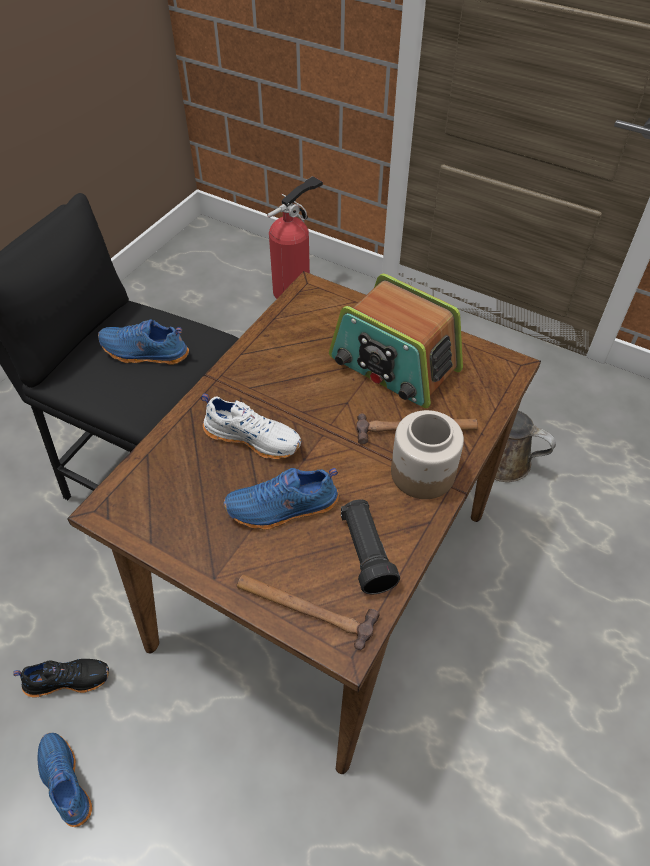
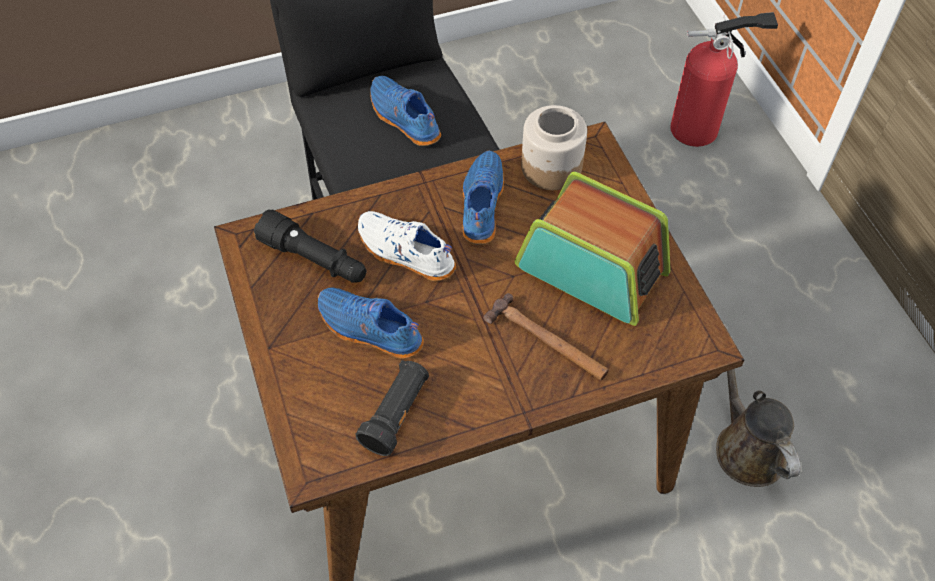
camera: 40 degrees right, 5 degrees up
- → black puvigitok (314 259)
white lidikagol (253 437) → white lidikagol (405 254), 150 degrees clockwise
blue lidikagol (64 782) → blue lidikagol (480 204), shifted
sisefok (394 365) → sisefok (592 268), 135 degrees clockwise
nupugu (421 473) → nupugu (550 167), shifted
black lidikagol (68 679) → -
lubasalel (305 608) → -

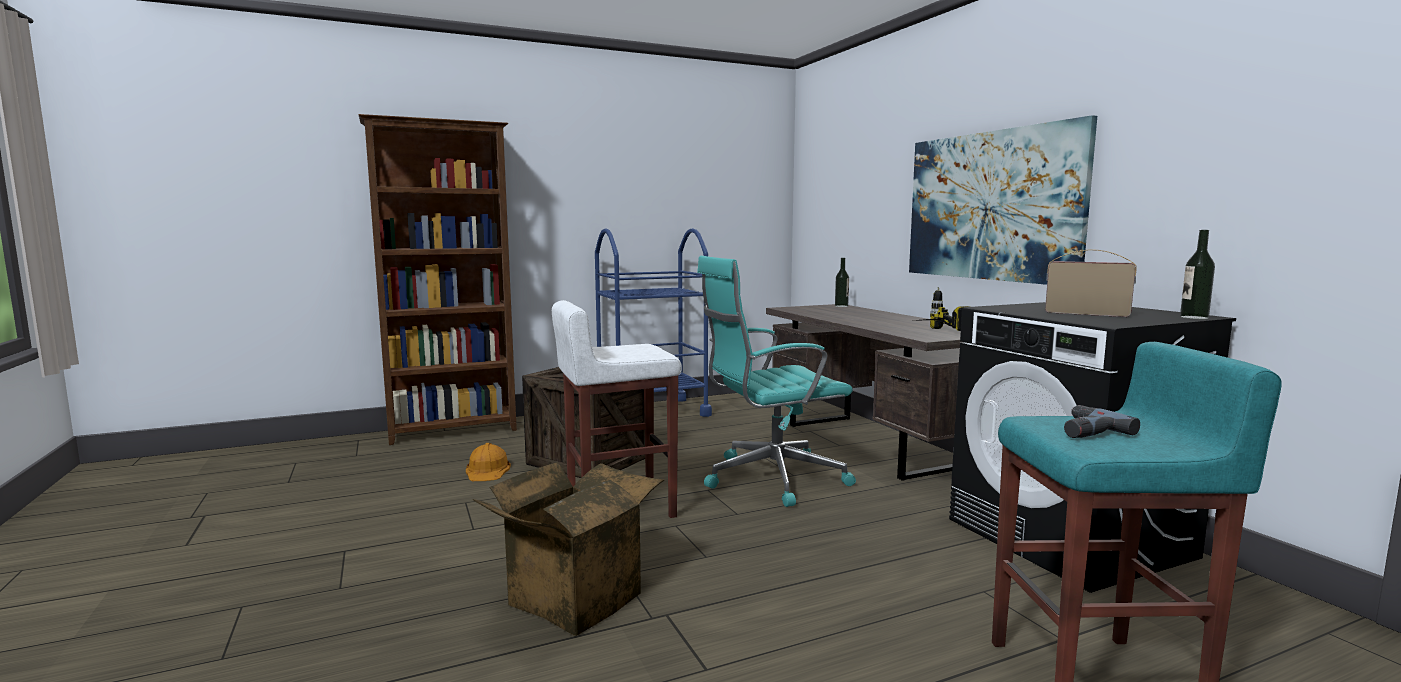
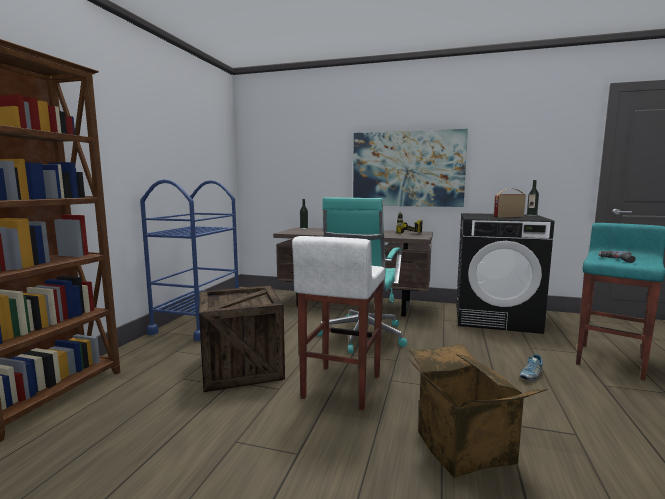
camera: 50 degrees left, 0 degrees up
- → lidikagol (531 375)
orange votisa (488 470) → -

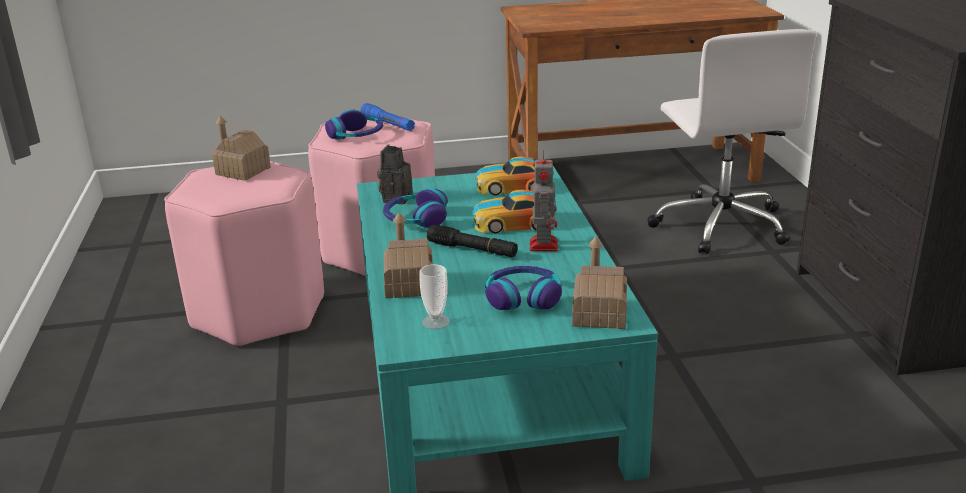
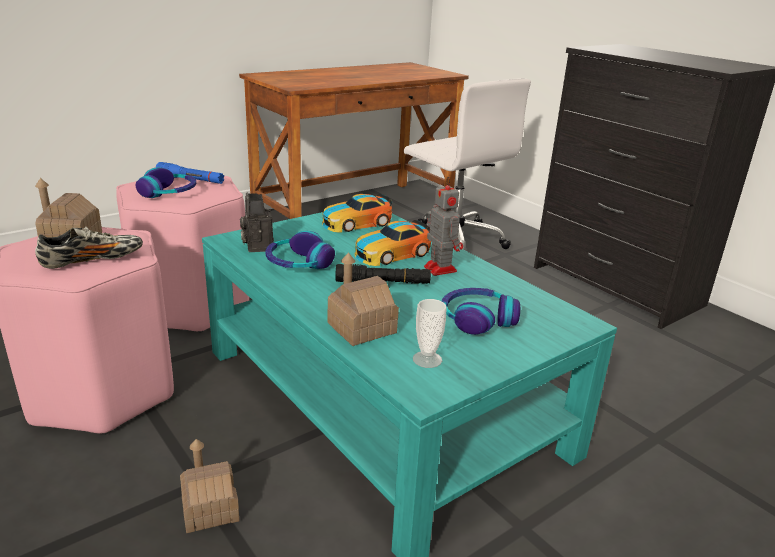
camera: 30 degrees left, 0 degrees up
- → lidikagol (93 261)
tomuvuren (599 314) → tomuvuren (210 508), shifted

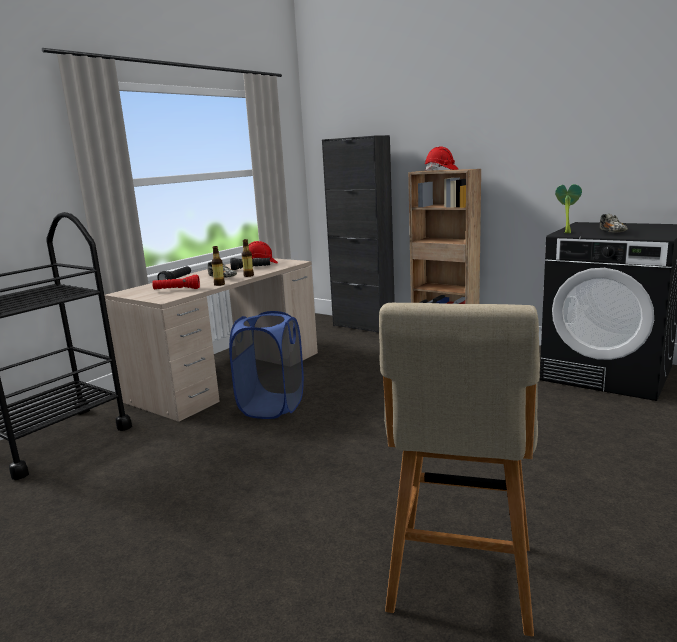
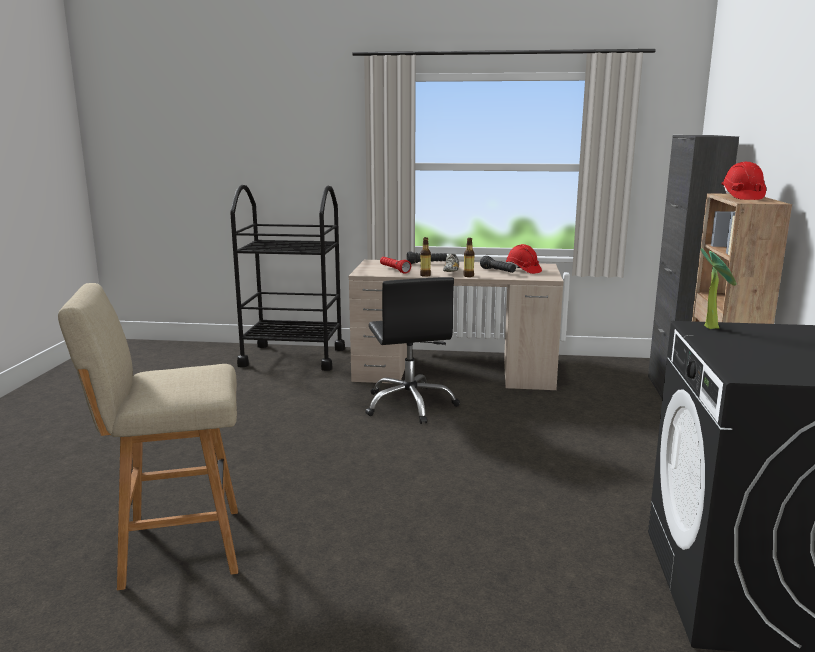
camera: 60 degrees right, 0 degrees up
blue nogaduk (272 406) → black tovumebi (410 404)
lidikagol (612 233) → -

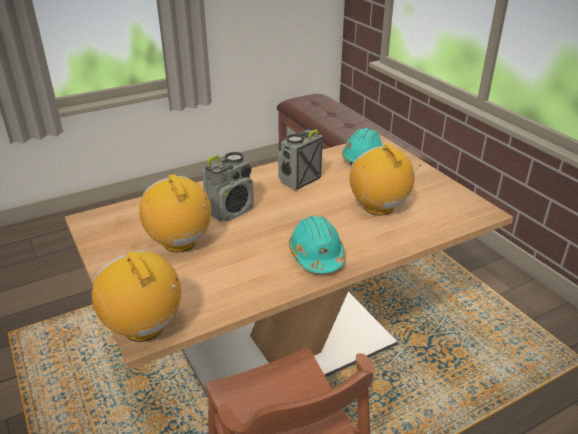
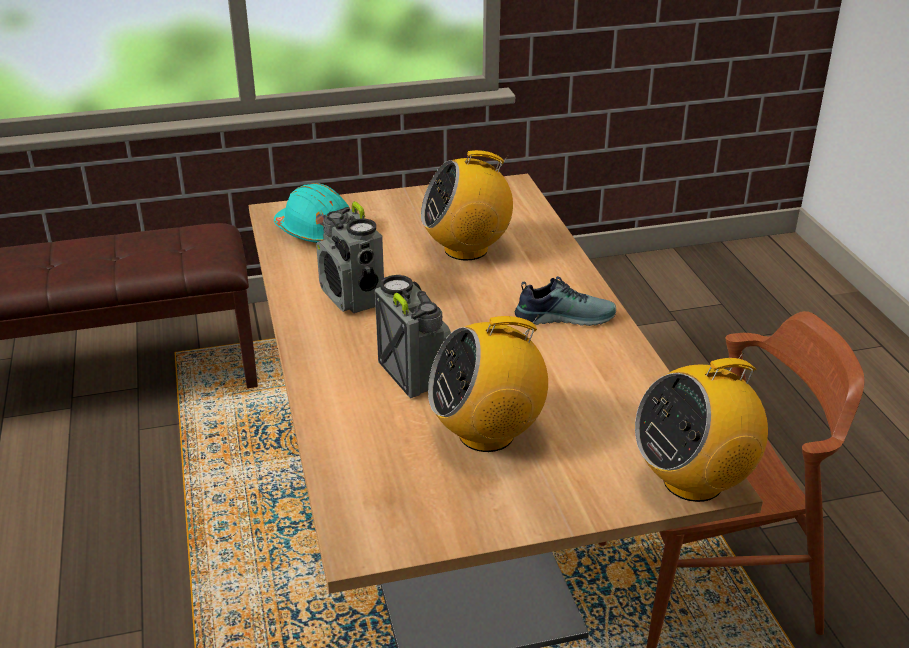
camera: 75 degrees left, 0 degrees up
turquoise votisa (316 255) → lidikagol (564 316)

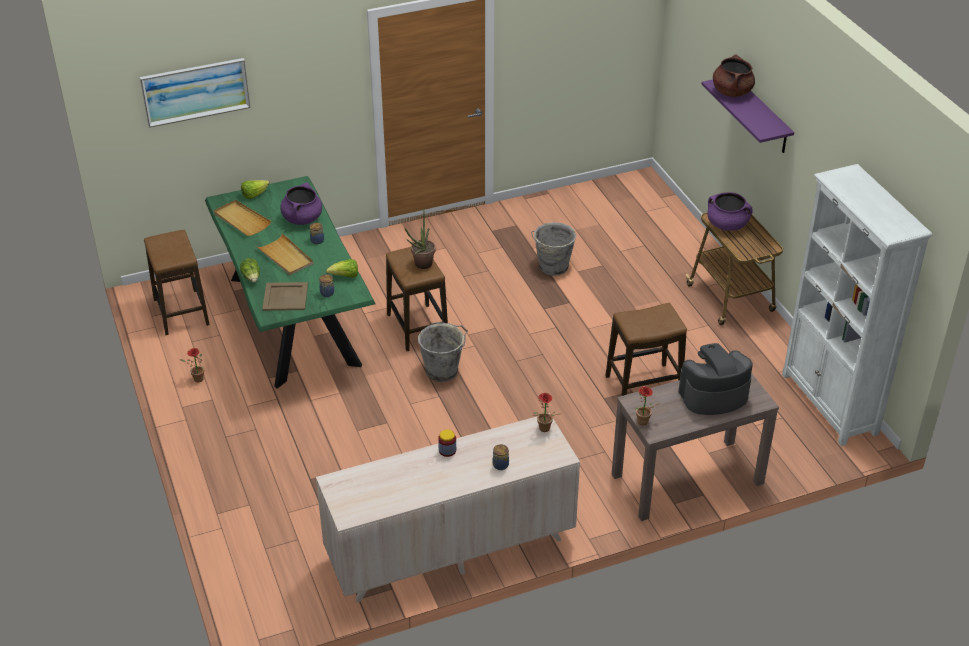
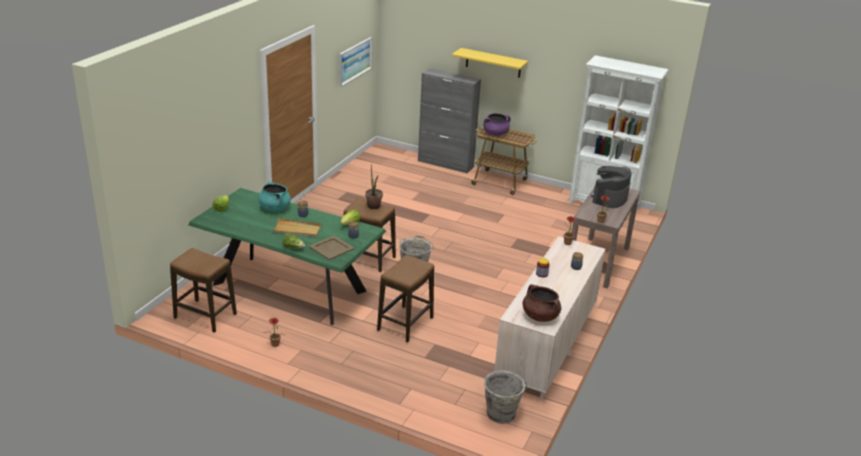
camera: 45 degrees left, 10 degrees down
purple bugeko (302 218) → turquoise bugeko (274 208)
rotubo (195 91) → rotubo (354 61), shifted
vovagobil (643 385) → vovagobil (405 324), shifted
- → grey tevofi (446 164)
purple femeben (761 115) → yellow femeben (493 63)
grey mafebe (553 267) → grey mafebe (501 415), shifted
brown bugeko (732 92) → brown bugeko (540 316), shifted
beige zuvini (241 220) → -

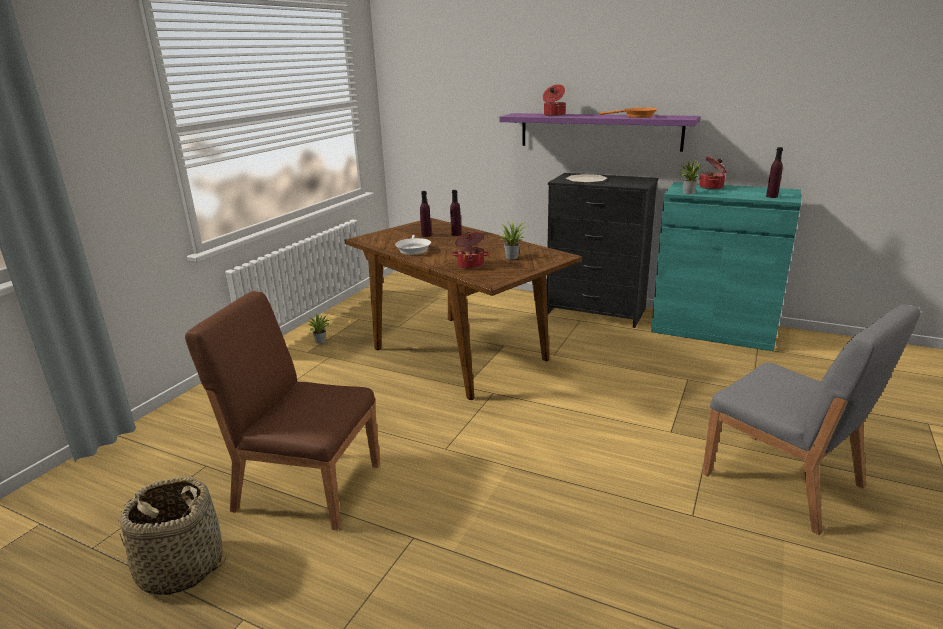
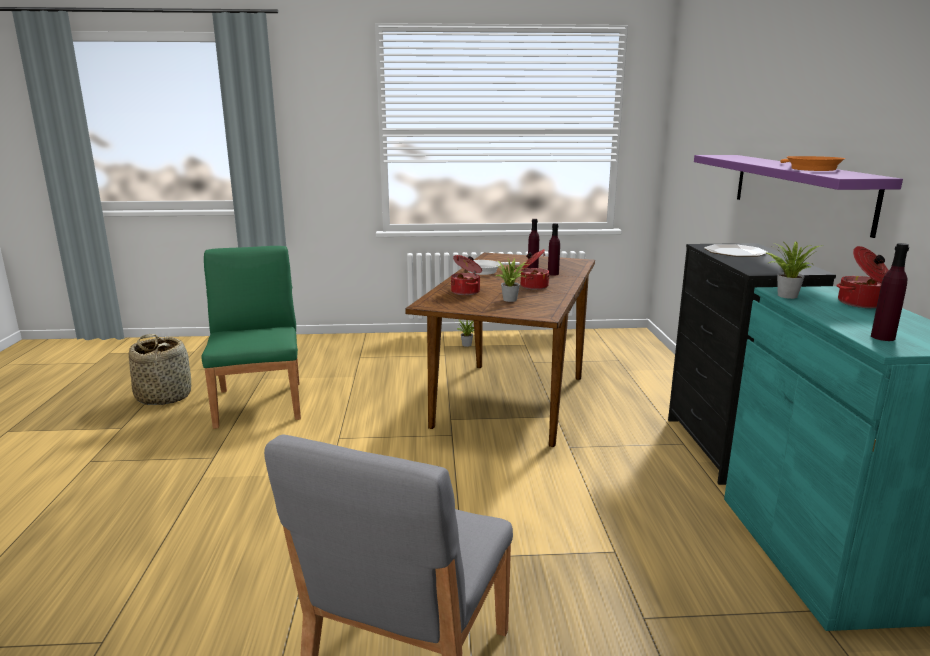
camera: 60 degrees right, 5 degrees down
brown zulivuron (307 486) → green zulivuron (260 403)
bugeko (553 115) → bugeko (533 286), shifted

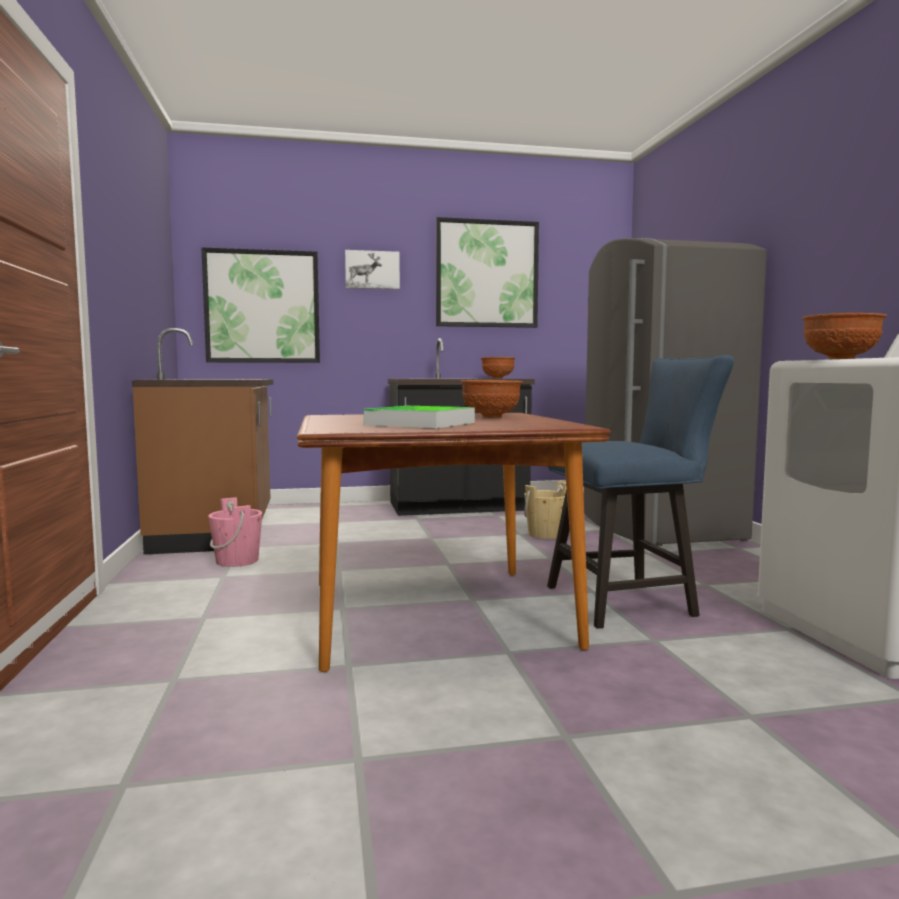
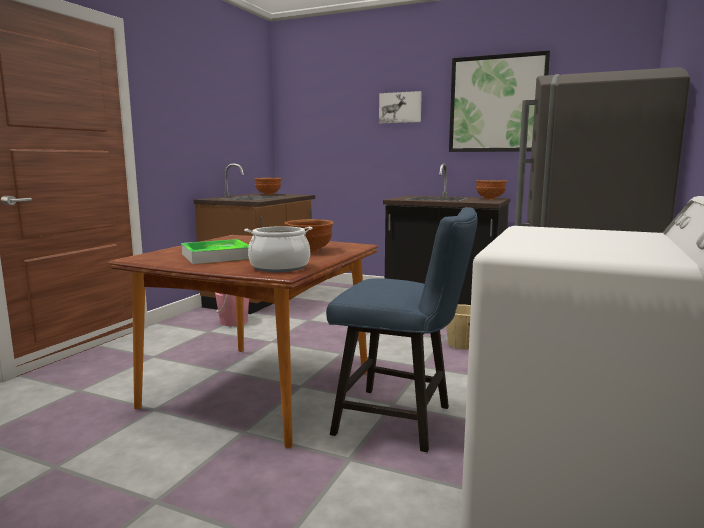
camera: 35 degrees right, 5 degrees up
- → bugeko (280 267)
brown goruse (841 359) → brown goruse (268 194), shifted
rotubo (262 307) → -

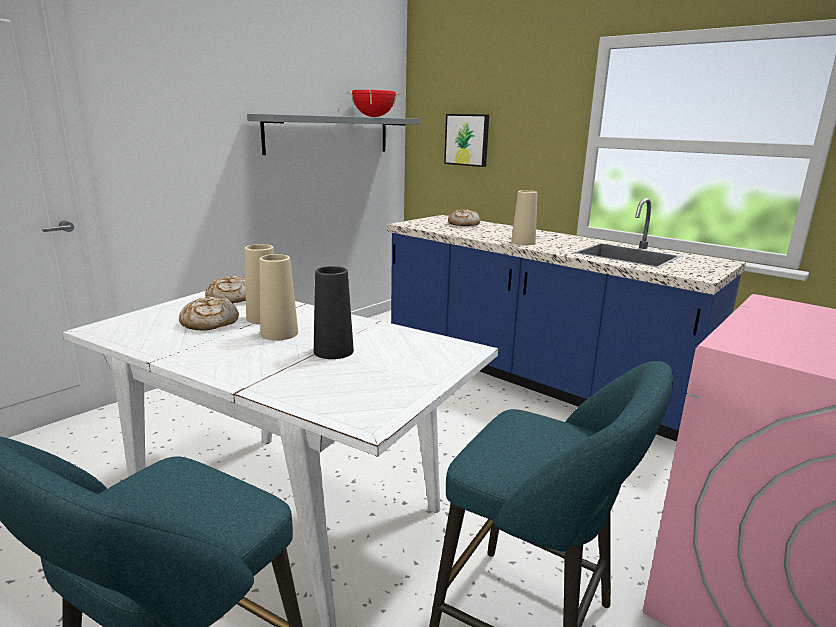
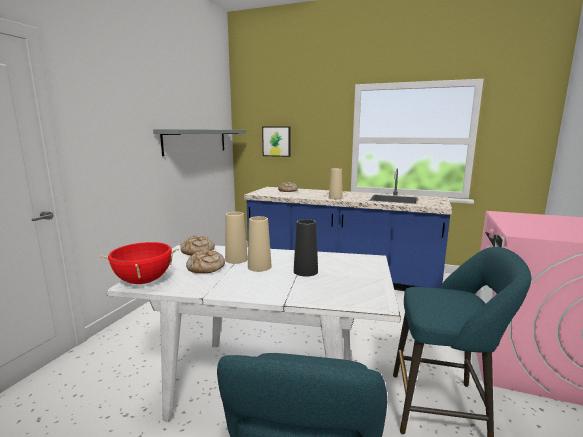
camera: 20 degrees left, 5 degrees down
red bugeko (374 117) → red bugeko (143 281), shifted

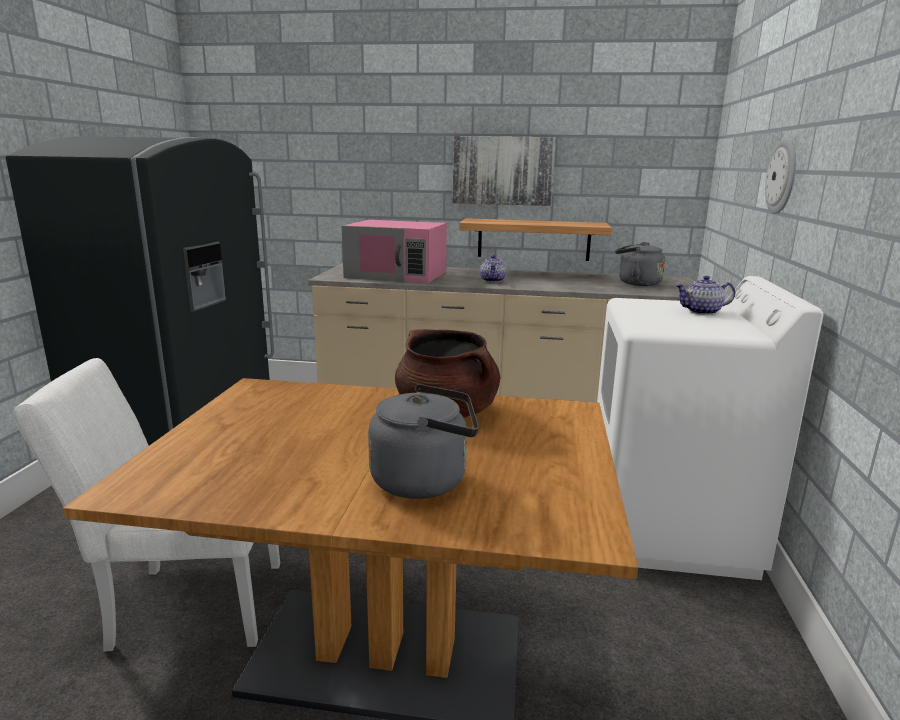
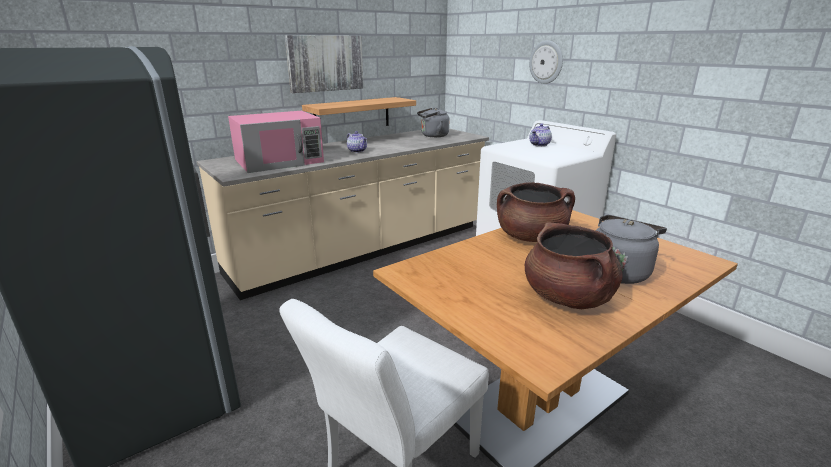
camera: 45 degrees left, 5 degrees up
- → brown bugeko (568 297)

